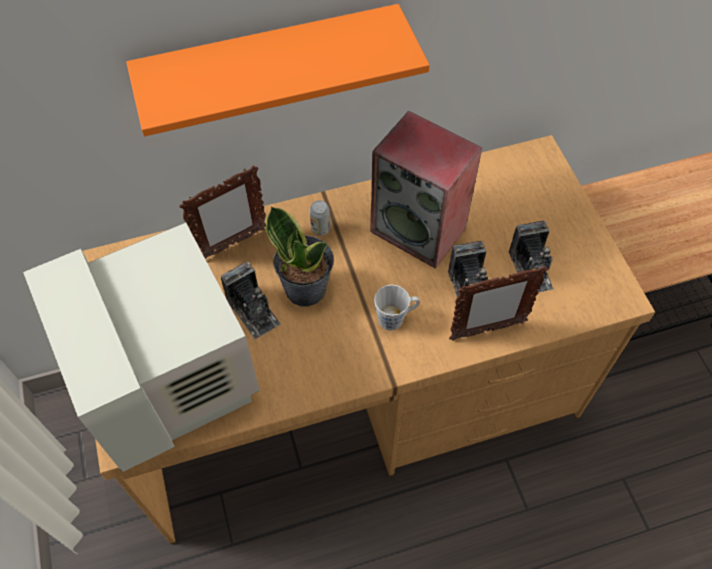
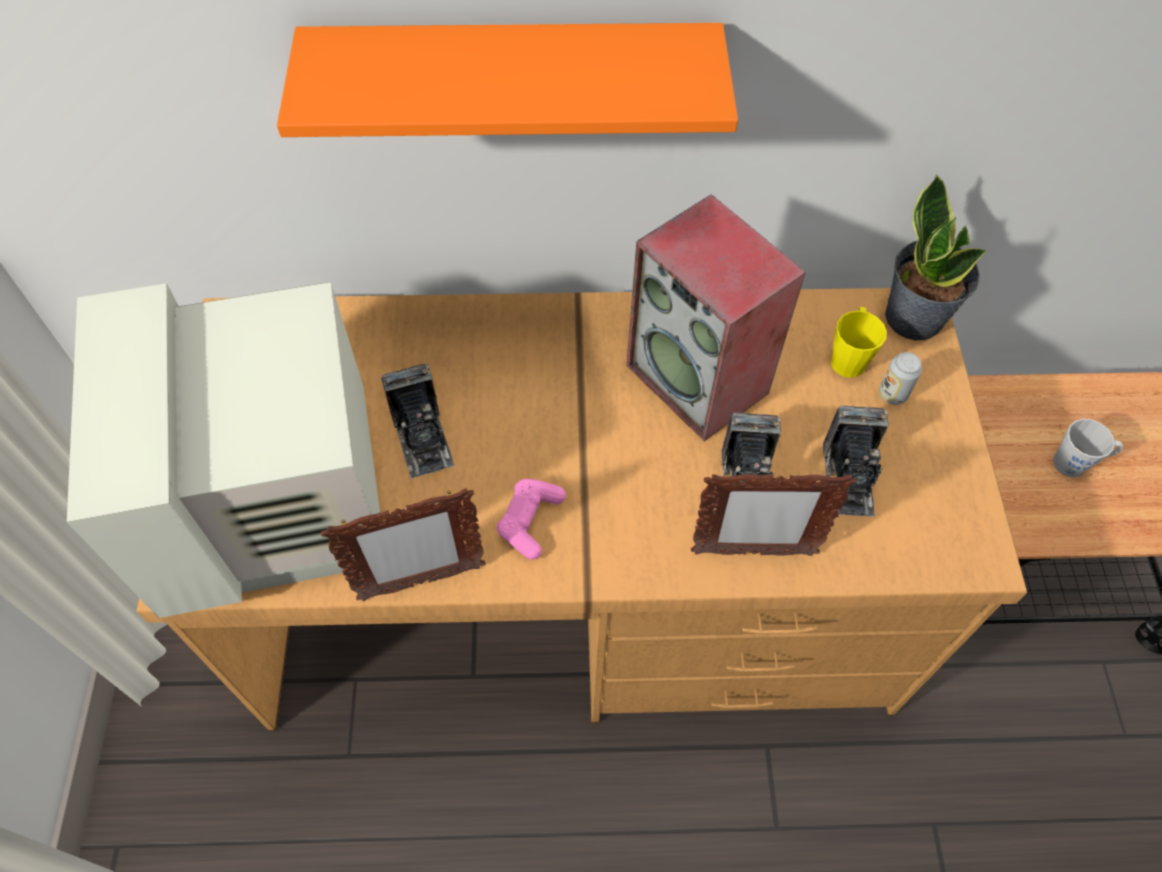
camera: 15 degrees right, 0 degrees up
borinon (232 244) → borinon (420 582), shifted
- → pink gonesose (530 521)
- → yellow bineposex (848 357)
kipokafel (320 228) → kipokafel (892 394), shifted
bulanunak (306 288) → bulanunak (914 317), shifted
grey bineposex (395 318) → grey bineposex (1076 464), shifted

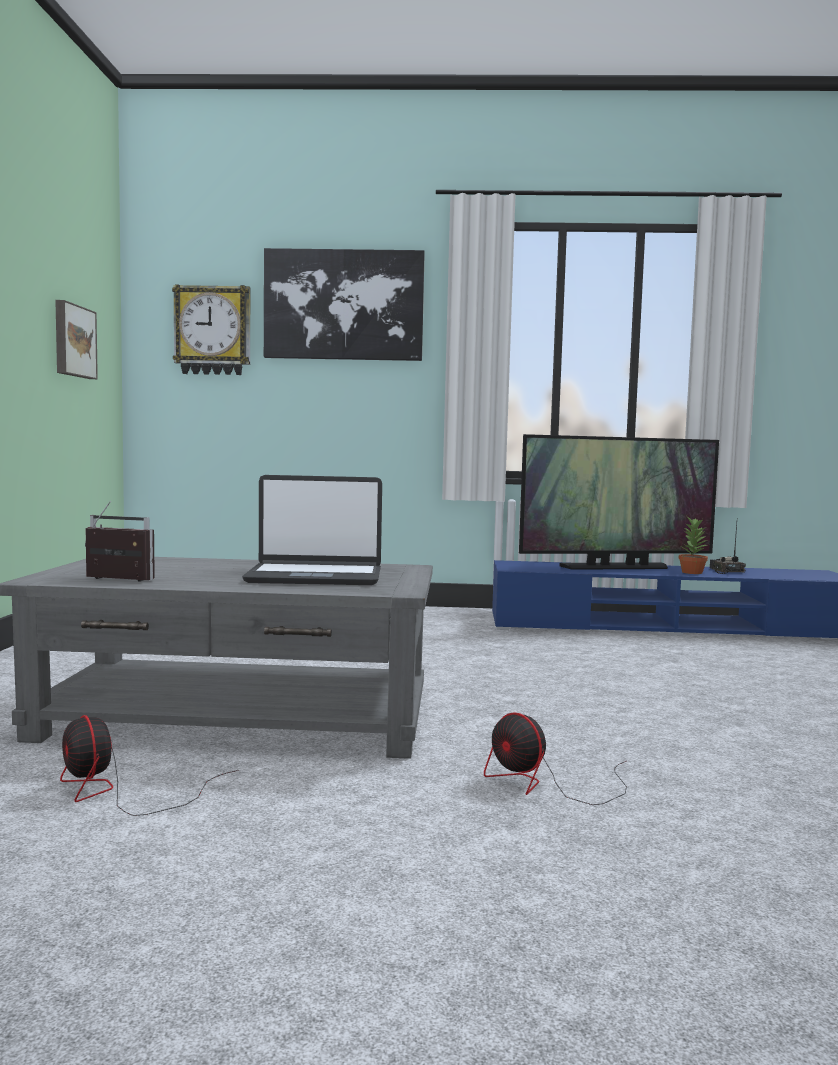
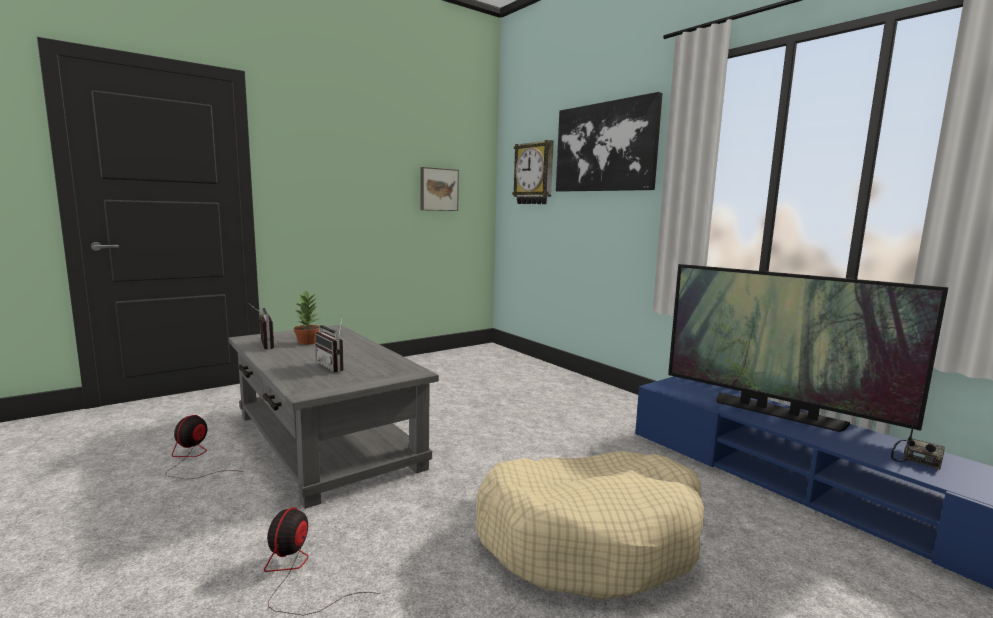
camera: 50 degrees right, 5 degrees up
bulanunak (691 572) → bulanunak (308 342), shifted
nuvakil (315 576) → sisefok (335 366)
- → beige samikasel (591 539)

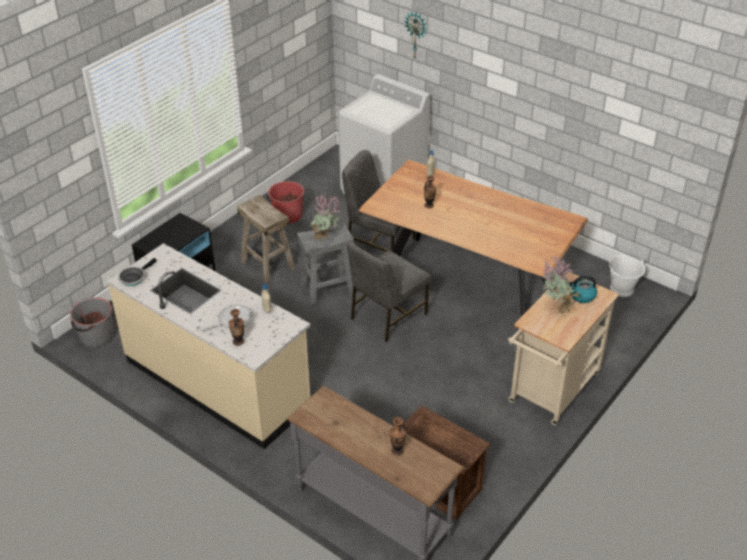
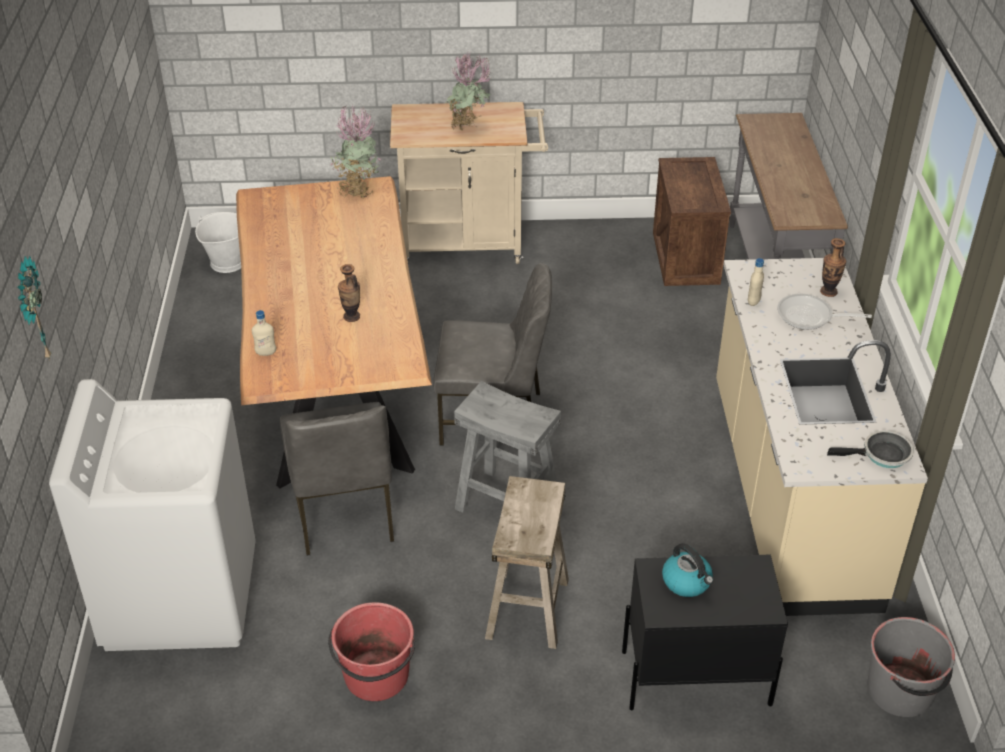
camera: 130 degrees left, 0 degrees up
bulanunak (325 239) → bulanunak (357 190), shifted
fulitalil (581 296) → fulitalil (687 582), shifted
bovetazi (397 450) → -

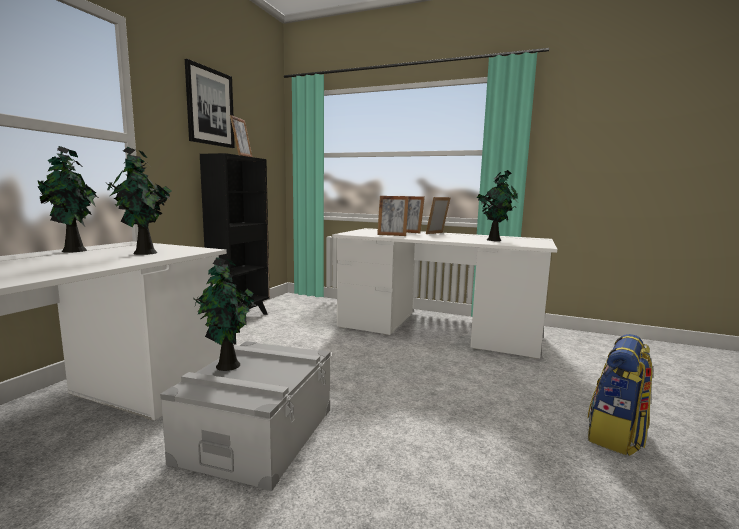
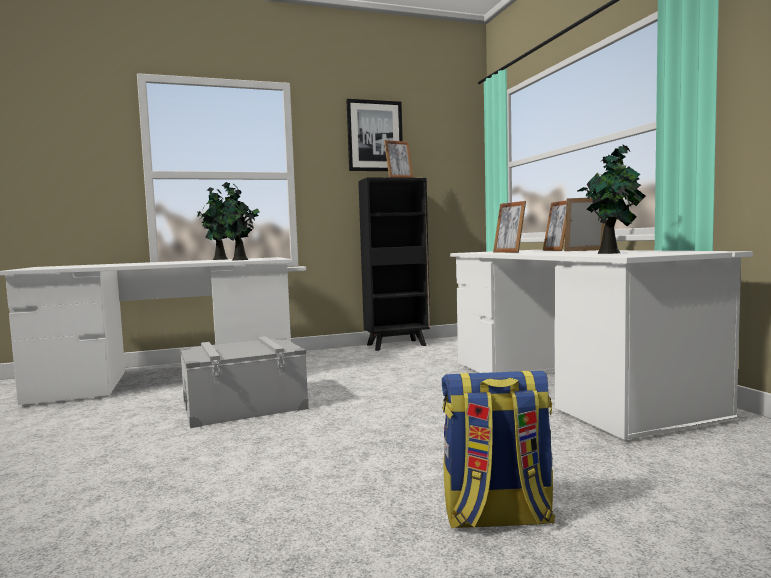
camera: 50 degrees right, 5 degrees down
bulanunak (228 366) → -

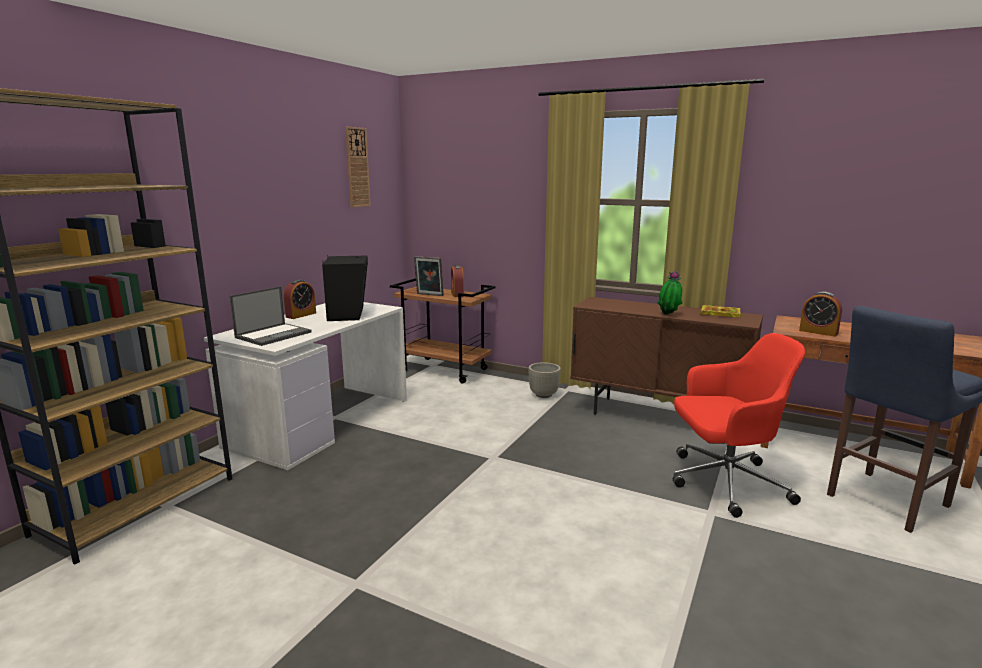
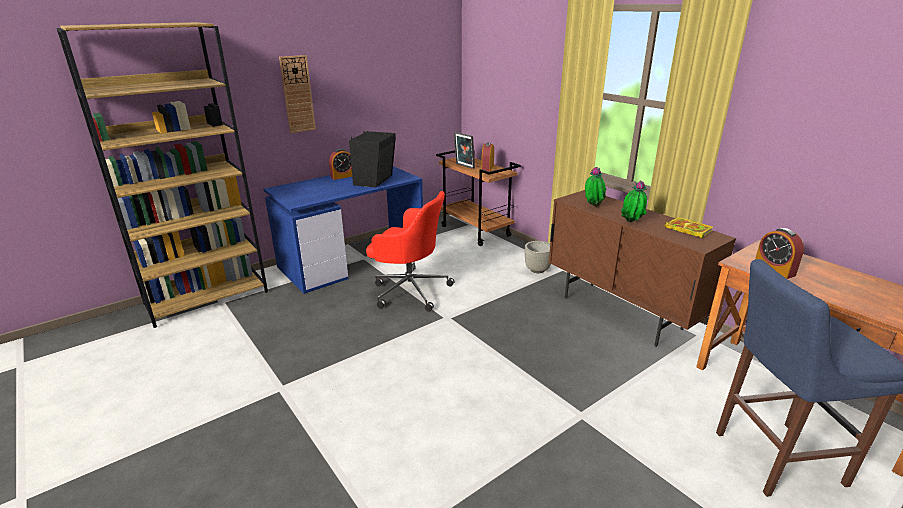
camera: 25 degrees right, 10 degrees up
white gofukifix (321 421) → blue gofukifix (353 259)
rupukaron (357 167) → rupukaron (297 94), shifted
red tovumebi (724 482) → red tovumebi (409 290), shifted
- → bulanunak (592 206)
nuvakil (274 334) → -

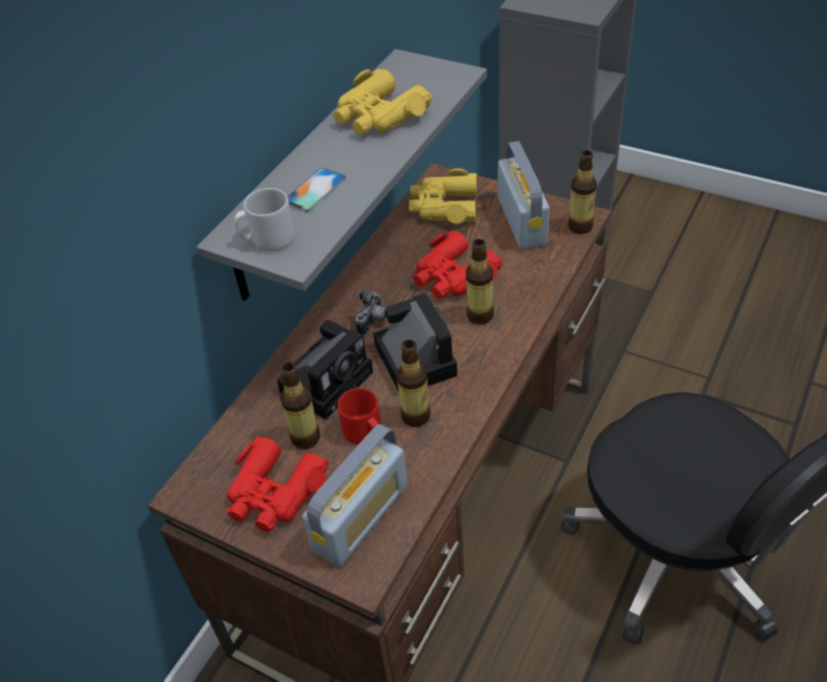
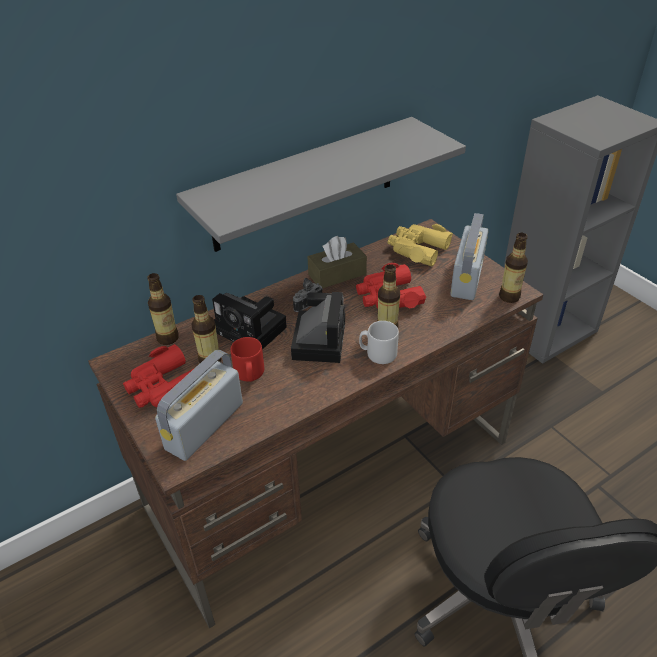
camera: 25 degrees right, 5 degrees down
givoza (416 416) → givoza (168 338), shifted
sisefok (360 517) → sisefok (204 426), 150 degrees clockwise
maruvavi (328 379) → maruvavi (253 330), 60 degrees clockwise
- → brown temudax (337 274)
grey bineposex (268 239) → grey bineposex (377 353), shifted
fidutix (314 190) → -
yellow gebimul (379 115) → -

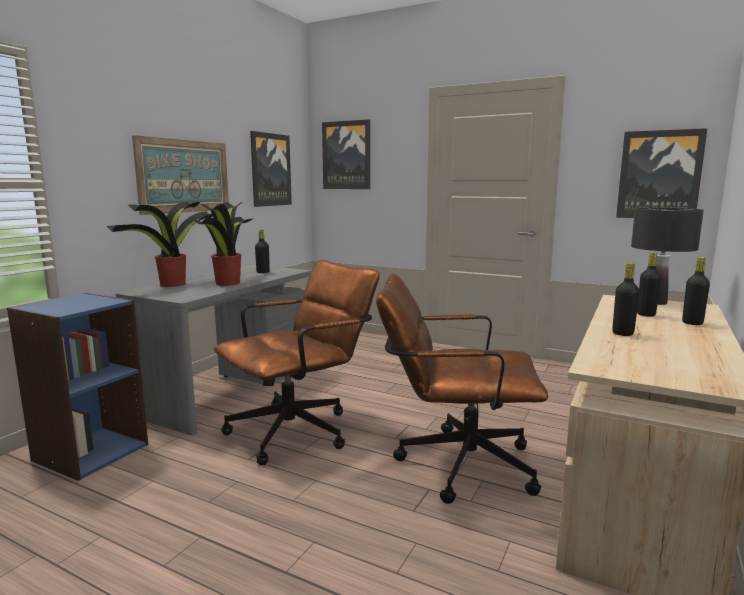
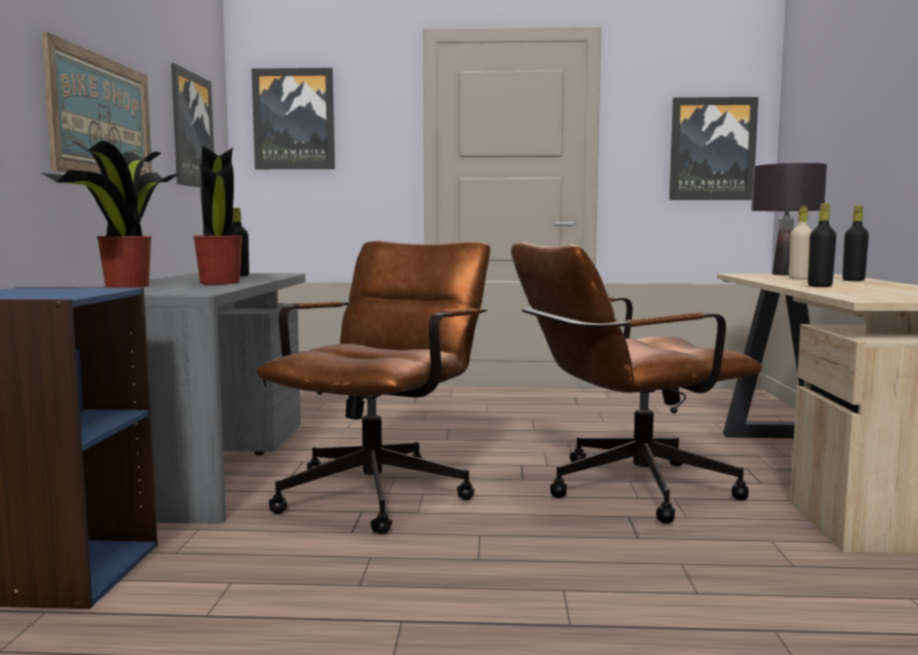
camera: 25 degrees left, 5 degrees down
black givoza (646 314) → beige givoza (799 279)

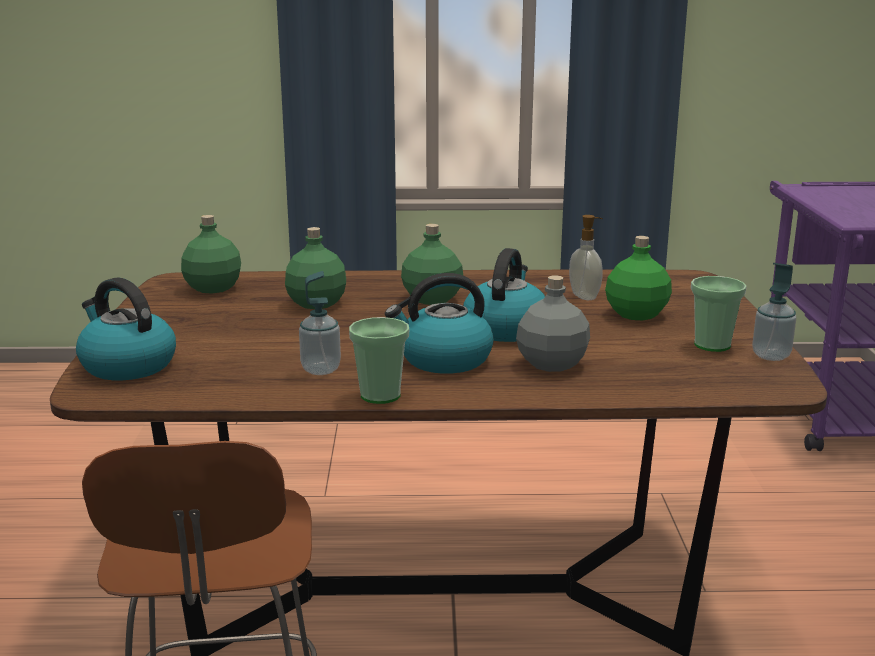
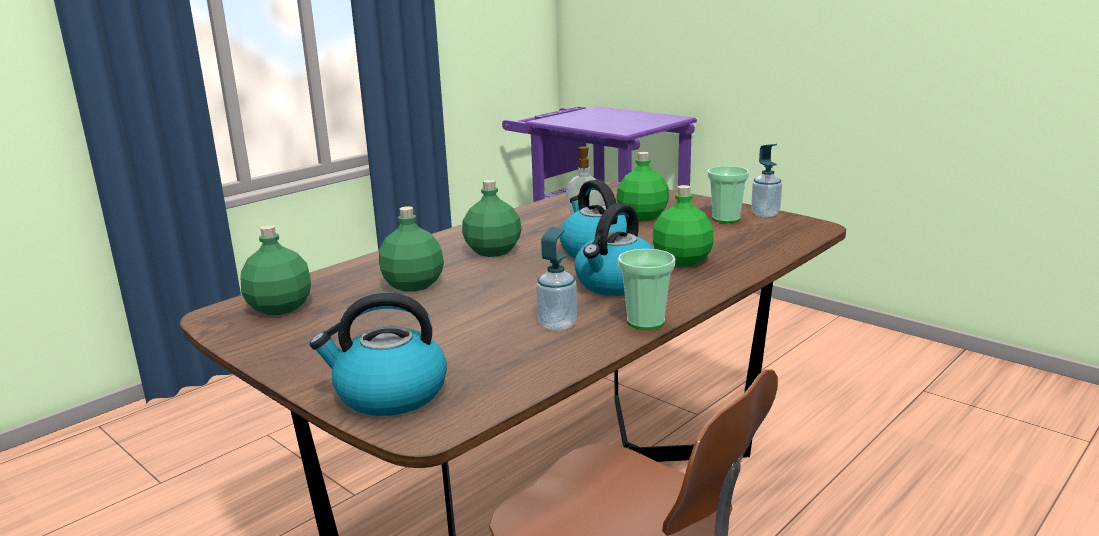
camera: 45 degrees left, 0 degrees up
grey givoza (553 364) → green givoza (682 260)

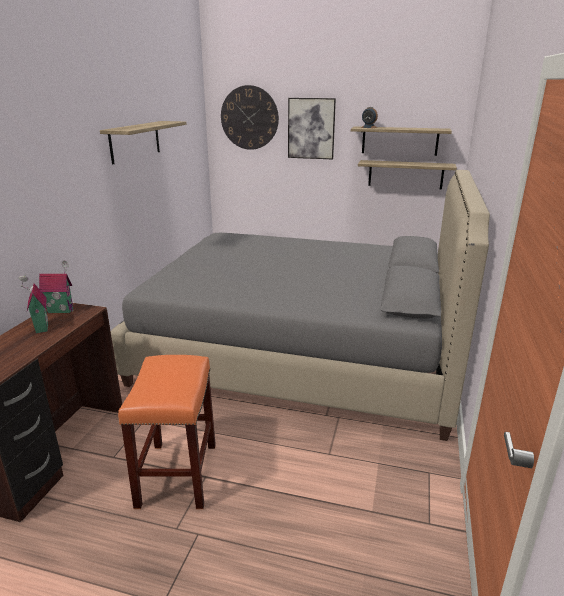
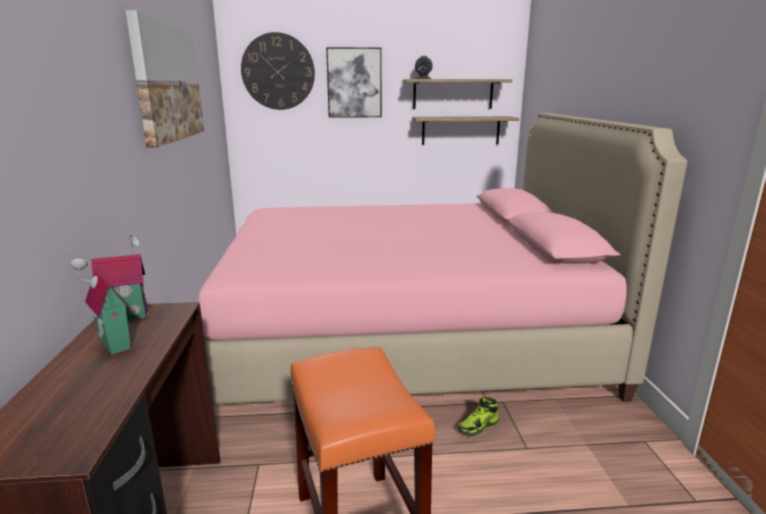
camera: 20 degrees left, 5 degrees down
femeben (135 141) → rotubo (167 82)
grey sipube (300 352) → pink sipube (403 337)
- → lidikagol (478 427)

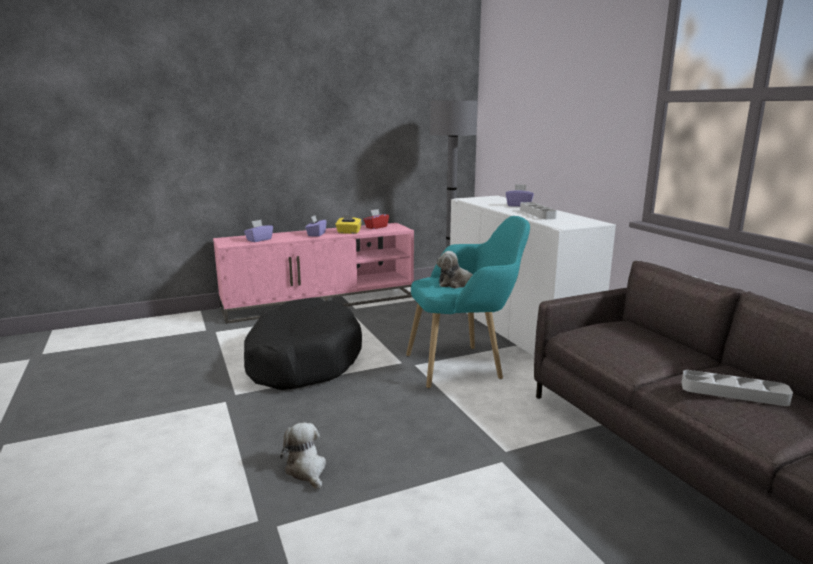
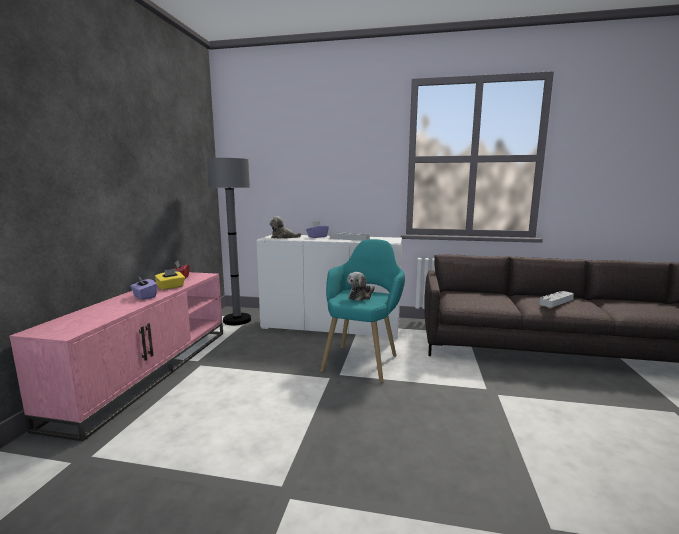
camera: 55 degrees left, 5 degrees down
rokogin (306 470) → rokogin (283 237), shifted
purple temudax (259 240) → -
black samikasel (302 359) → -

